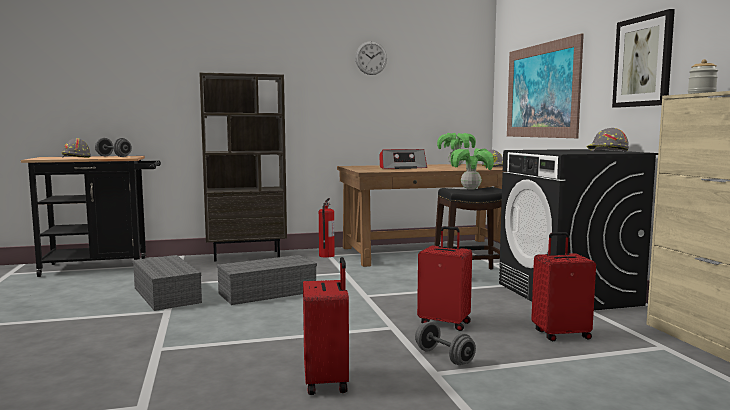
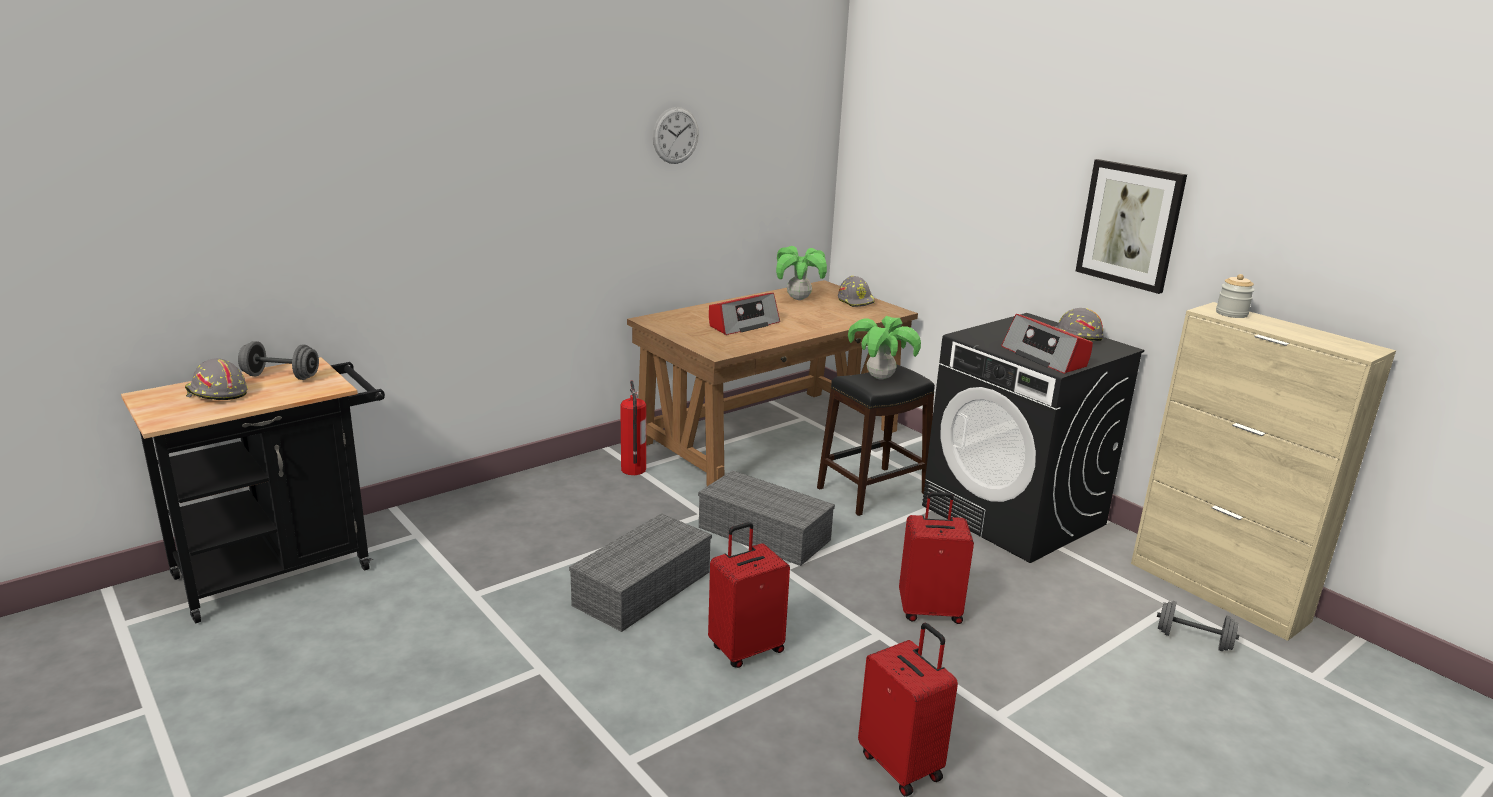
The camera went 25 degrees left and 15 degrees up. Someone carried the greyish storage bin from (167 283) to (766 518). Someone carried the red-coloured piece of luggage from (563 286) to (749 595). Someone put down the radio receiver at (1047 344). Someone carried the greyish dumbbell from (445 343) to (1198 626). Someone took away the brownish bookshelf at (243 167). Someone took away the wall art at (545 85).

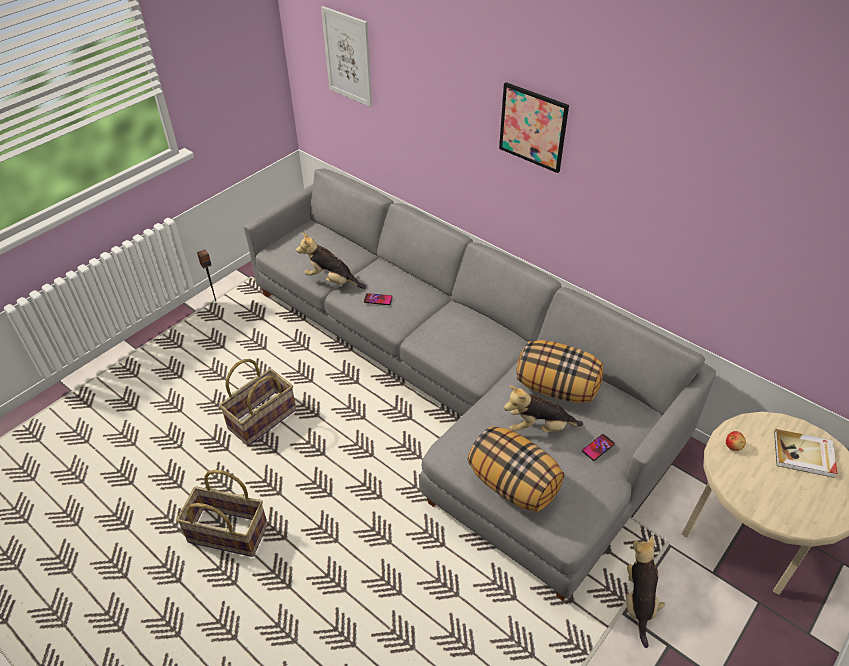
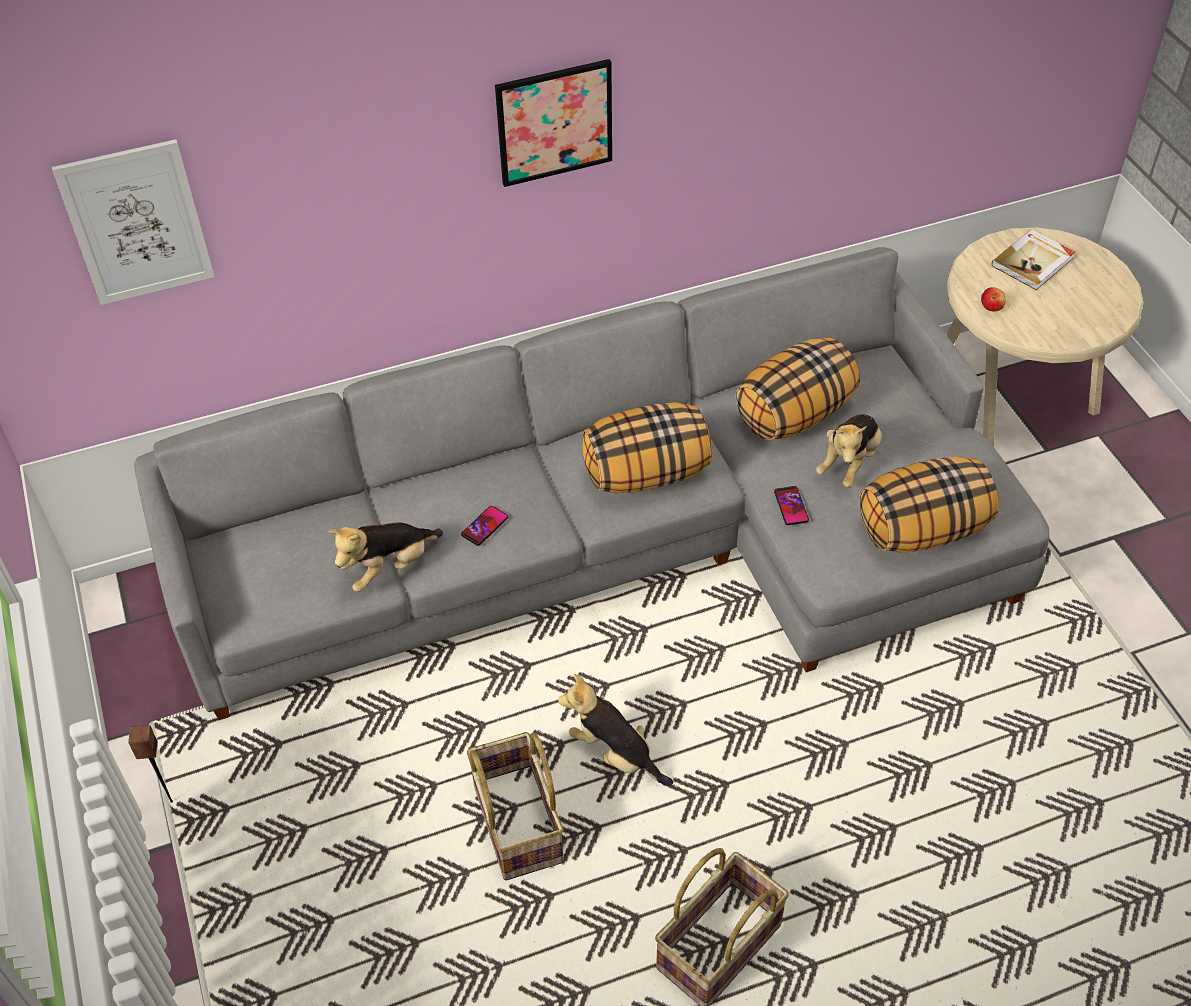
The camera went 60 degrees left and 5 degrees up. Someone carried the soft toy from (645 592) to (616 730). Someone put down the pillow at (647 447). Someone carried the phone from (598 447) to (791 505).

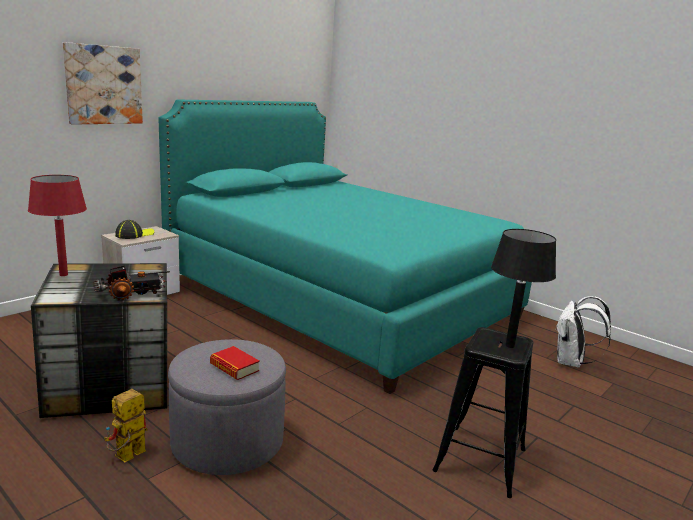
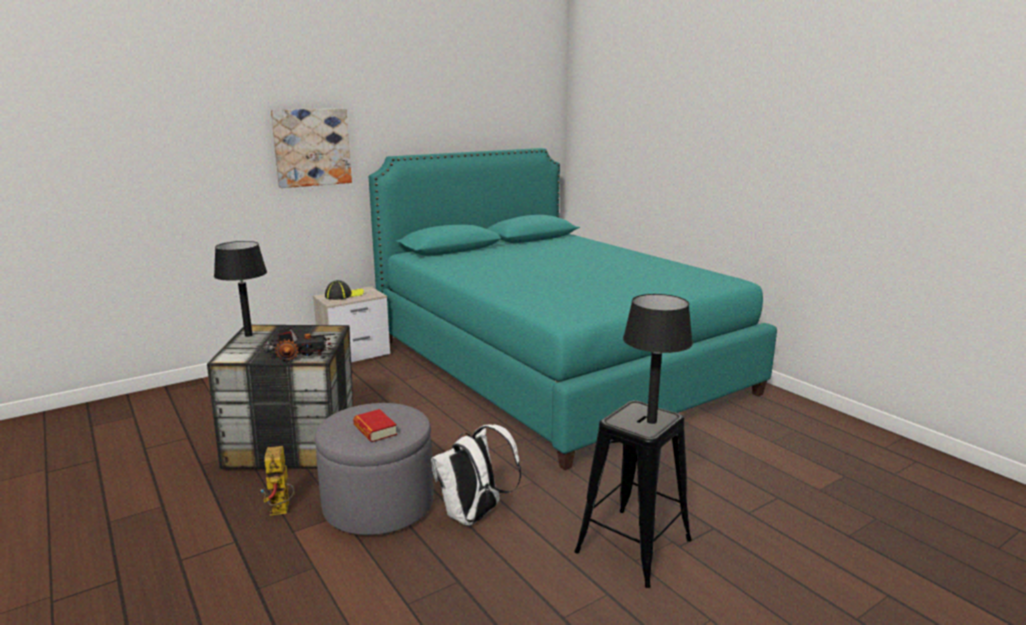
The camera went 15 degrees right and 0 degrees up. Someone repainted the red-coloured table lamp at (57 225), which became the black table lamp at (240 289). Someone rotated the toy robot at (125 425) by 60 degrees counterclockwise. Someone carried the white-coloured rucksack from (583 332) to (476 475).

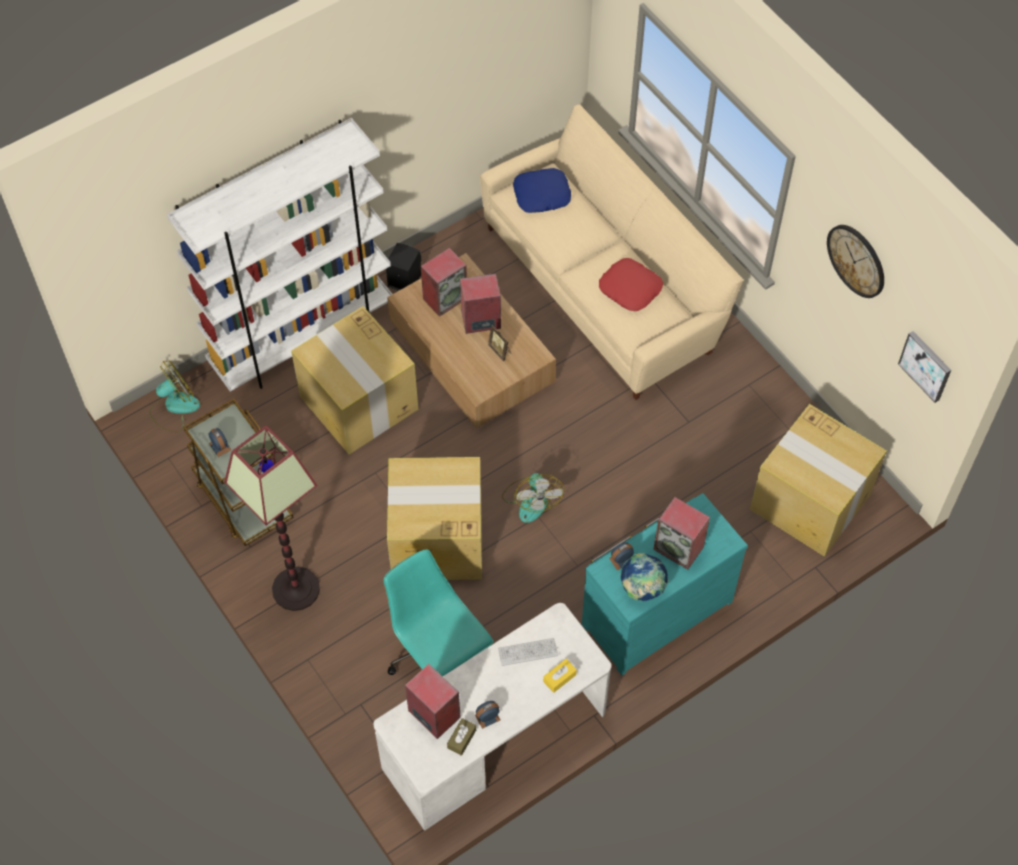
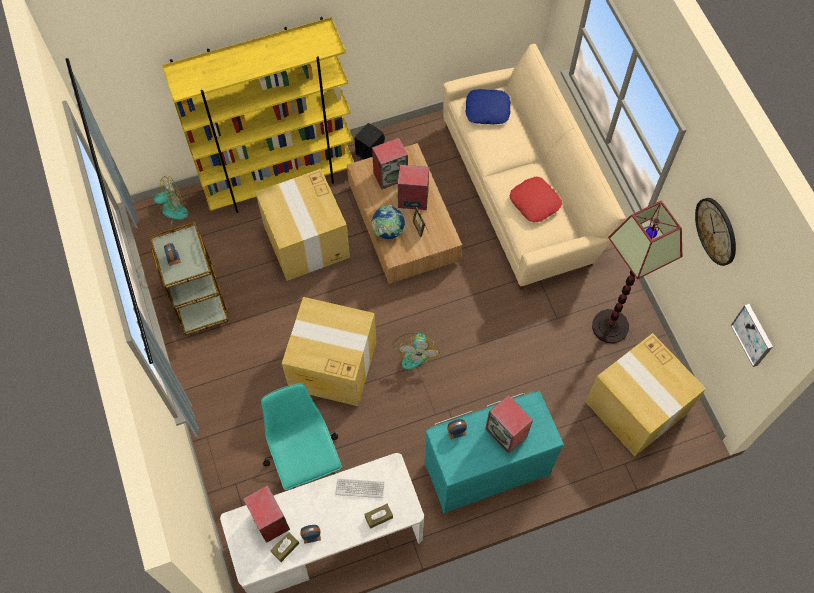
The camera went 15 degrees right and 5 degrees up. Someone repainted the white-coloured bookshelf at (279 255), which became the yellowish bookshelf at (258 115). Someone repainted the yellowish tissue box at (560 676), which became the brownish tissue box at (378 516). Someone carried the desk globe from (644 577) to (388 222). Someone carried the floor lamp from (272 518) to (637 272).

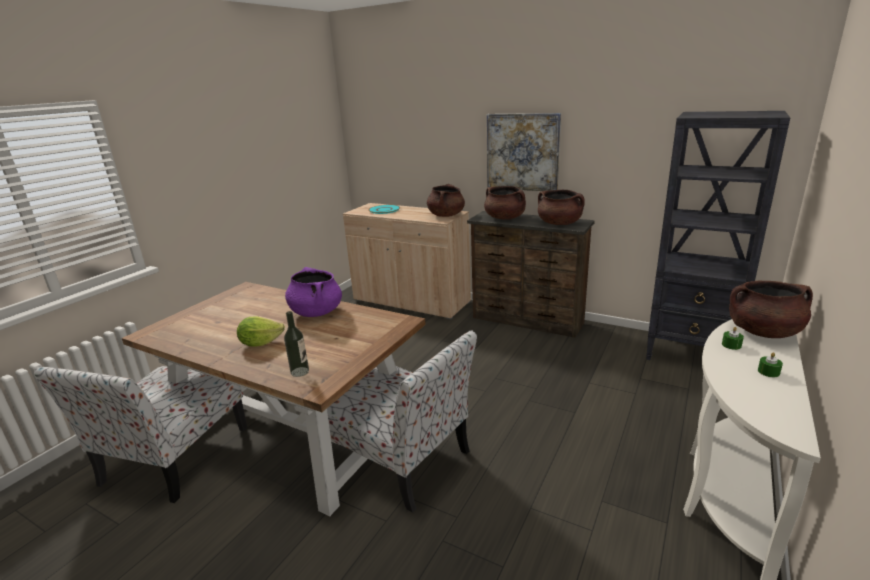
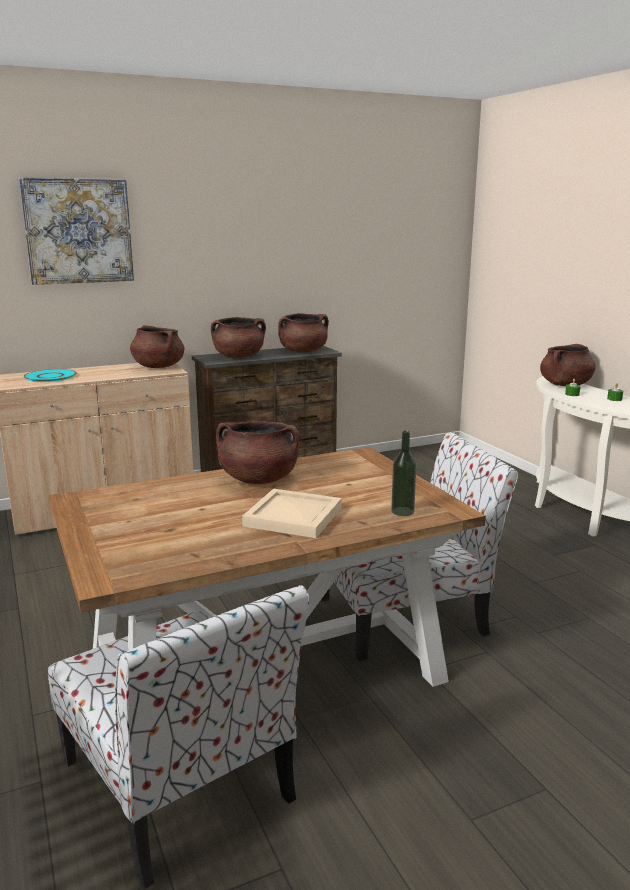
The camera went 55 degrees left and 5 degrees down. Someone carried the wall art from (524 152) to (76 231). Someone repainted the purple stockpot at (313 292), which became the brownish stockpot at (257 452). Someone swapped the lettuce at (261 332) for the beige serving tray at (292 513). Someone took away the black bookshelf at (718 235).

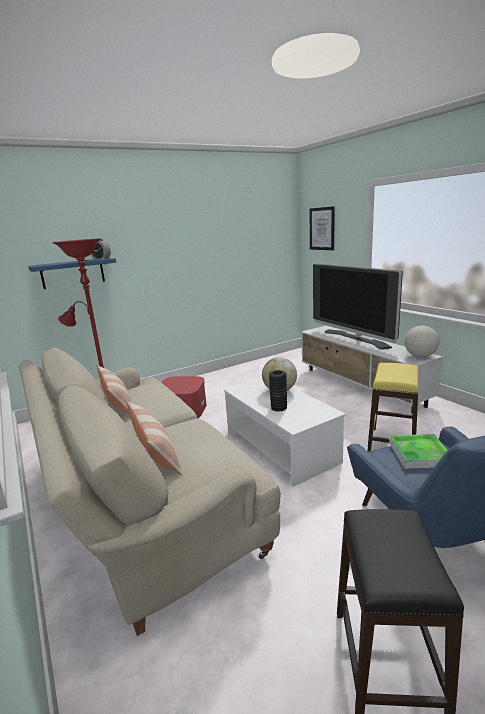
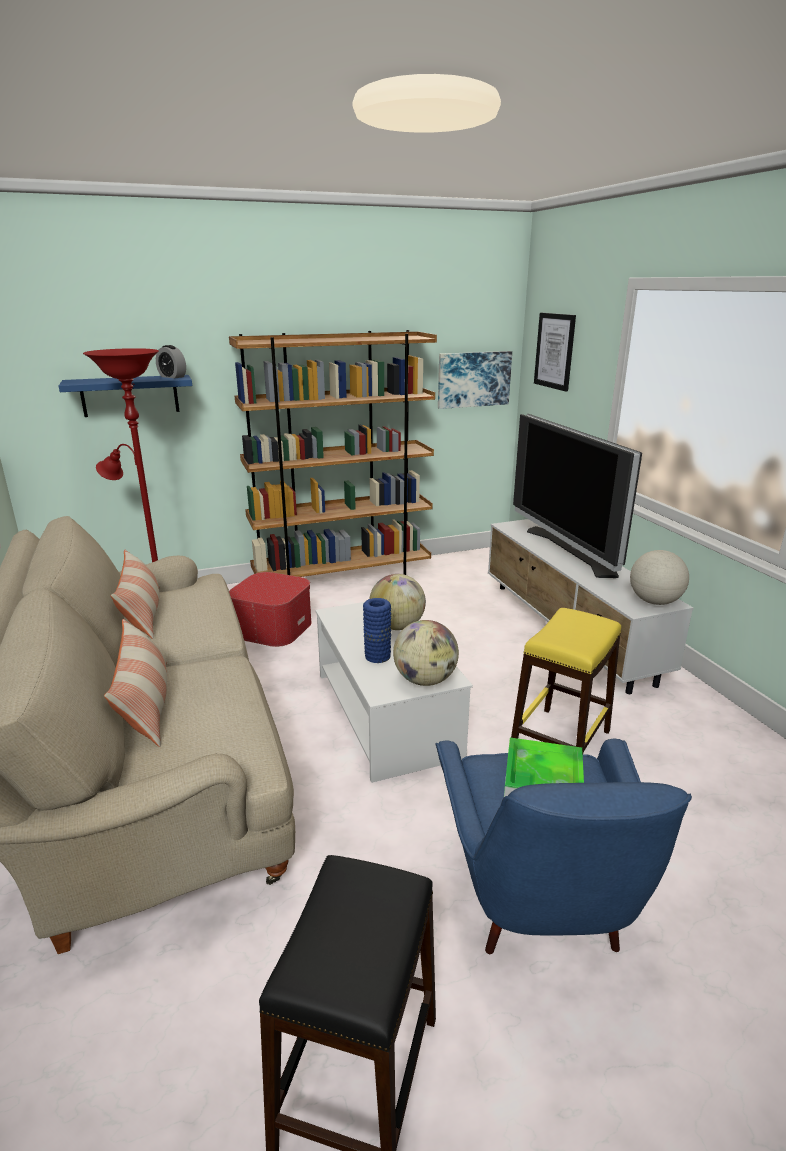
The camera went 10 degrees right and 5 degrees up. Someone put down the brownish bookshelf at (333 453). Someone repainted the black flower vase at (278 390), which became the blue-coloured flower vase at (377 630). Someone put down the desk globe at (426 653). Someone put up the wall art at (475 380).

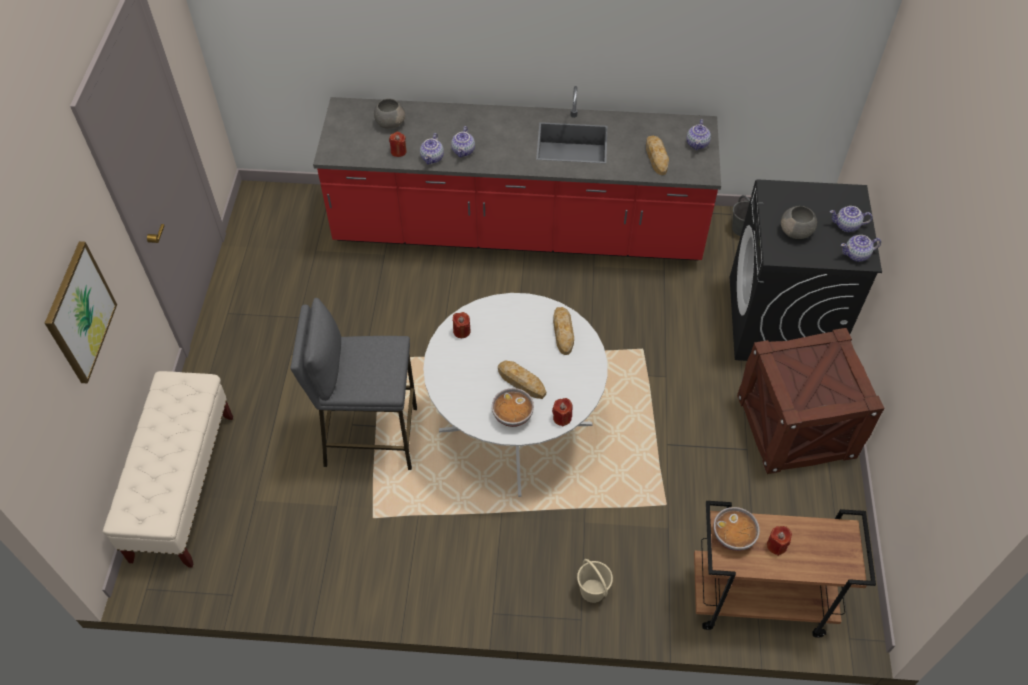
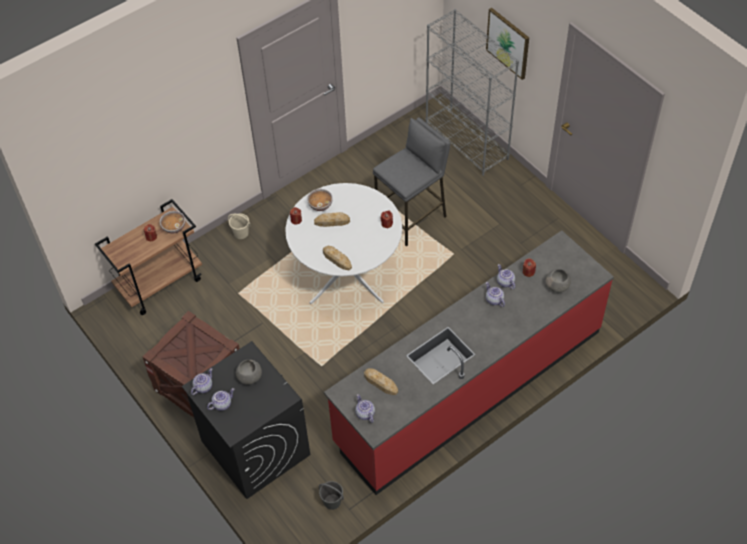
The camera went 140 degrees right and 0 degrees up. Someone swapped the beige long seat at (168 469) for the greyish bookshelf at (472 92).

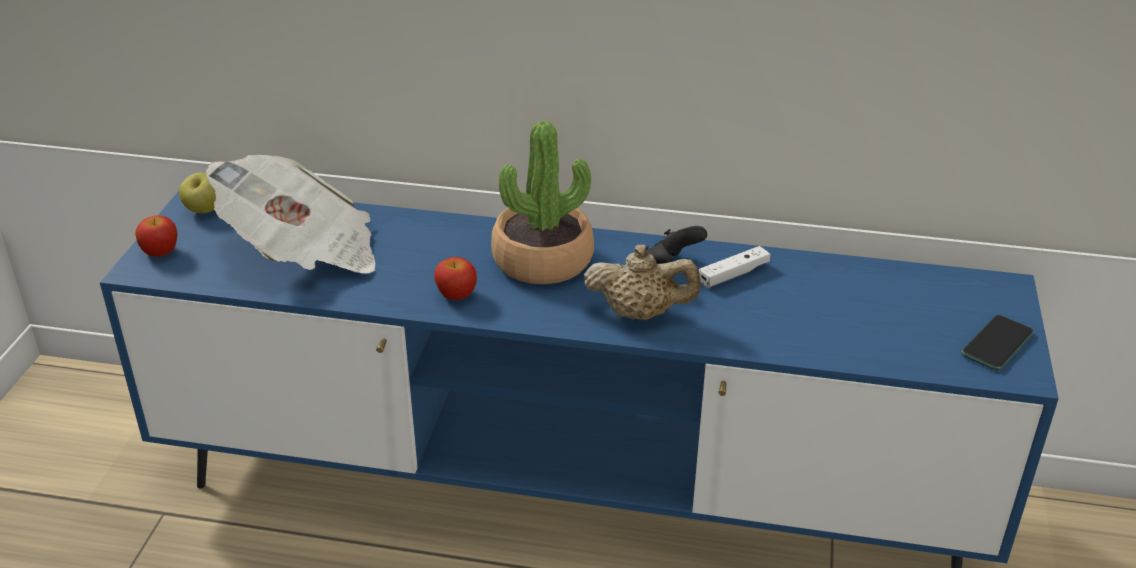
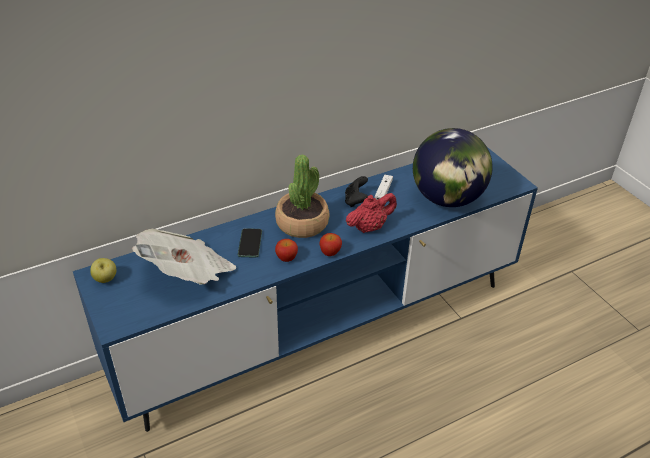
The camera went 40 degrees left and 5 degrees up. Someone carried the phone from (997 343) to (250 243). Someone carried the whole apple from (156 236) to (331 244). Someone repainted the beige teapot at (642 282), which became the red-coloured teapot at (371 213). Someone put down the desk globe at (453 167).

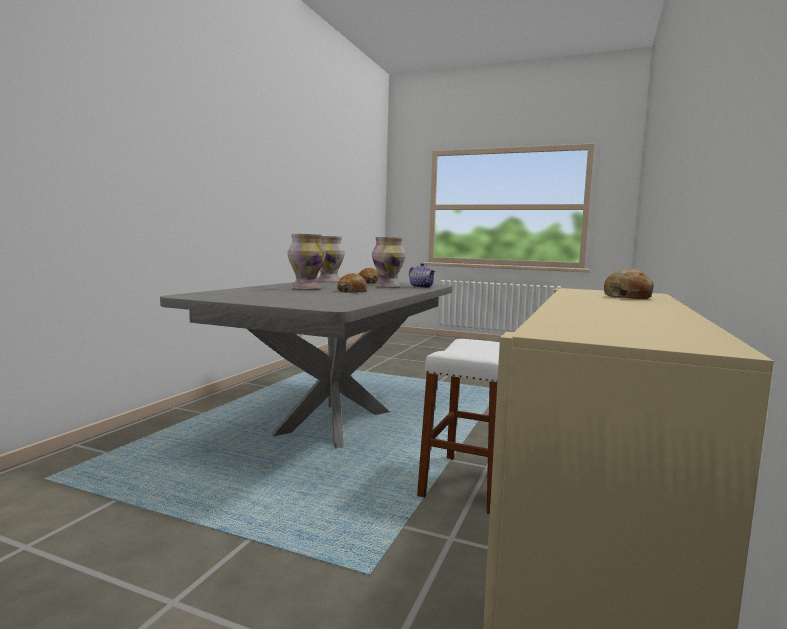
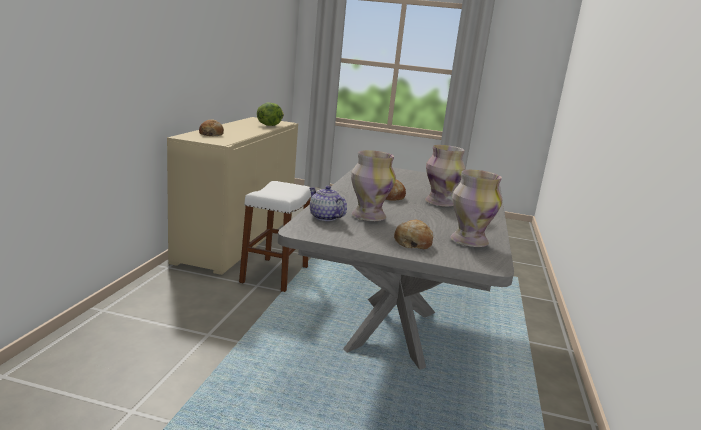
The camera went 170 degrees right and 10 degrees up. Someone put down the lettuce at (270 114).

